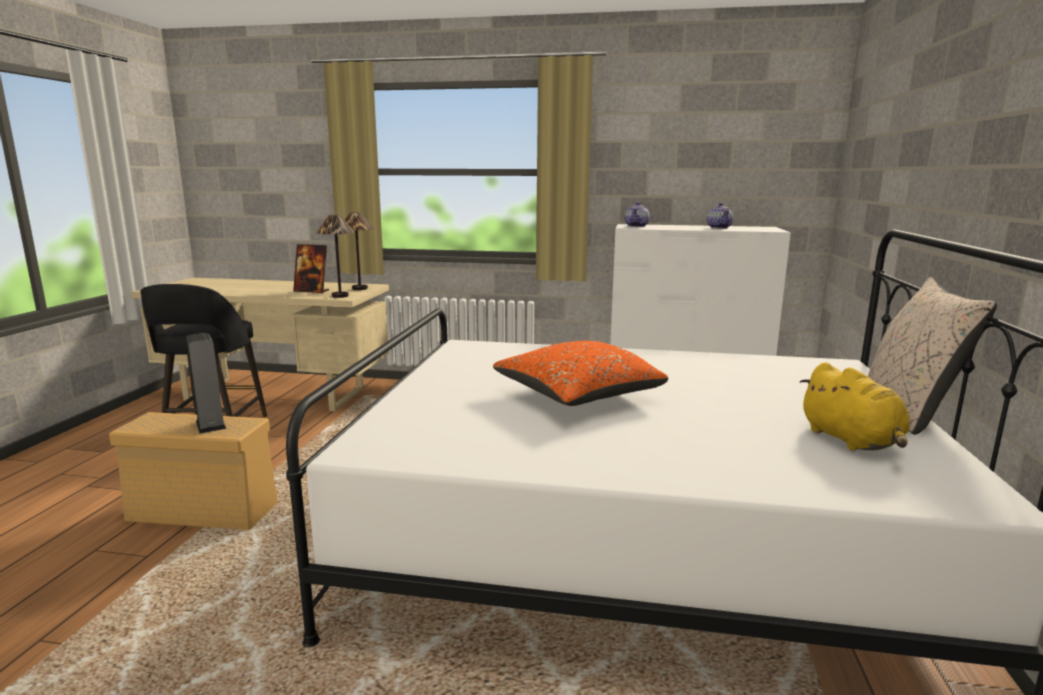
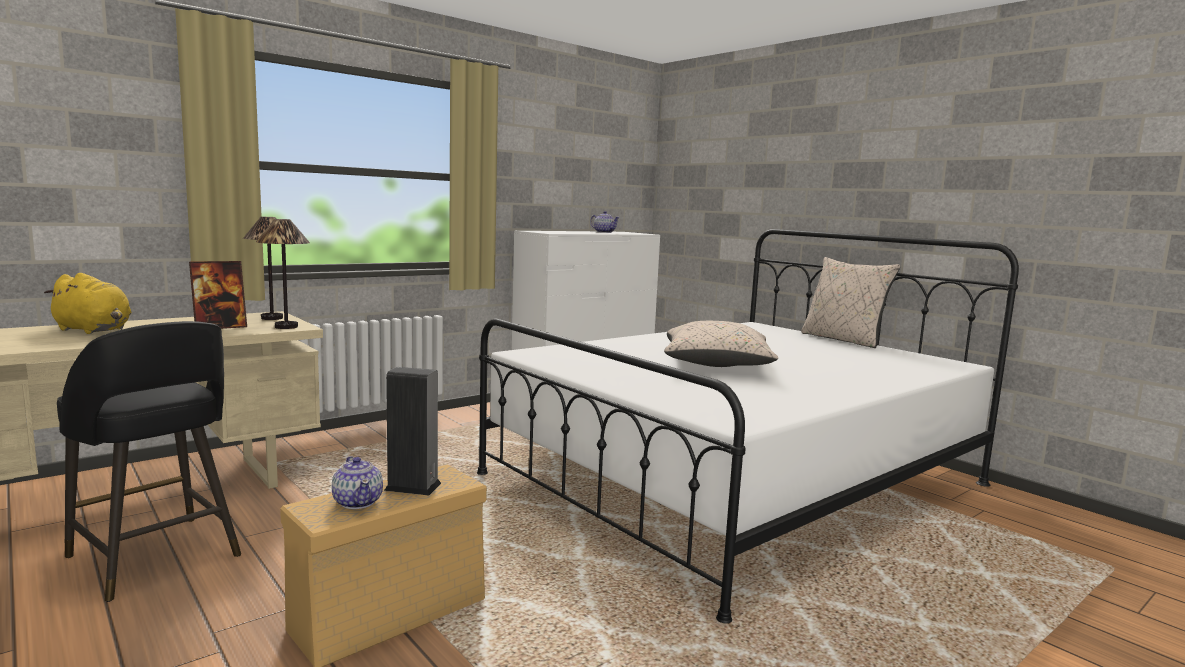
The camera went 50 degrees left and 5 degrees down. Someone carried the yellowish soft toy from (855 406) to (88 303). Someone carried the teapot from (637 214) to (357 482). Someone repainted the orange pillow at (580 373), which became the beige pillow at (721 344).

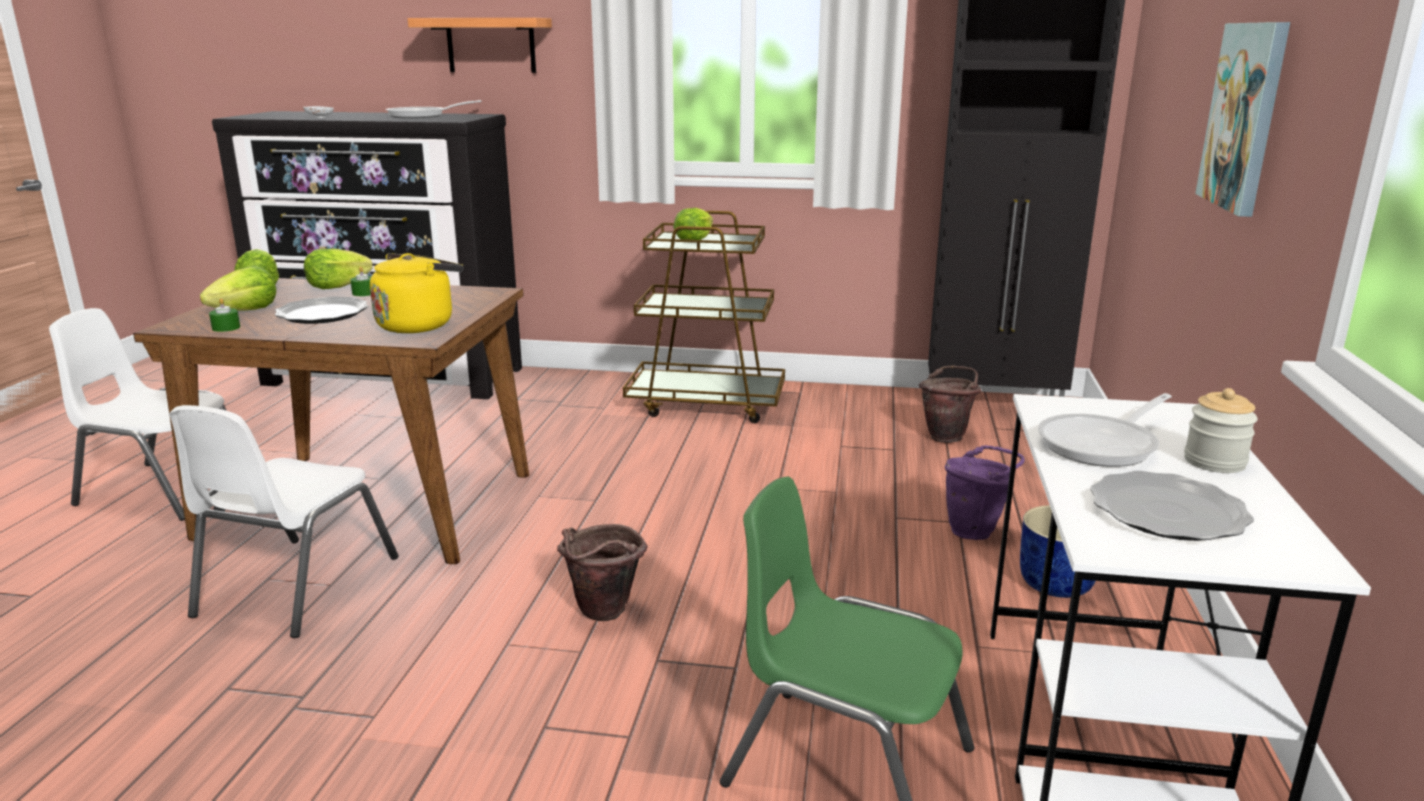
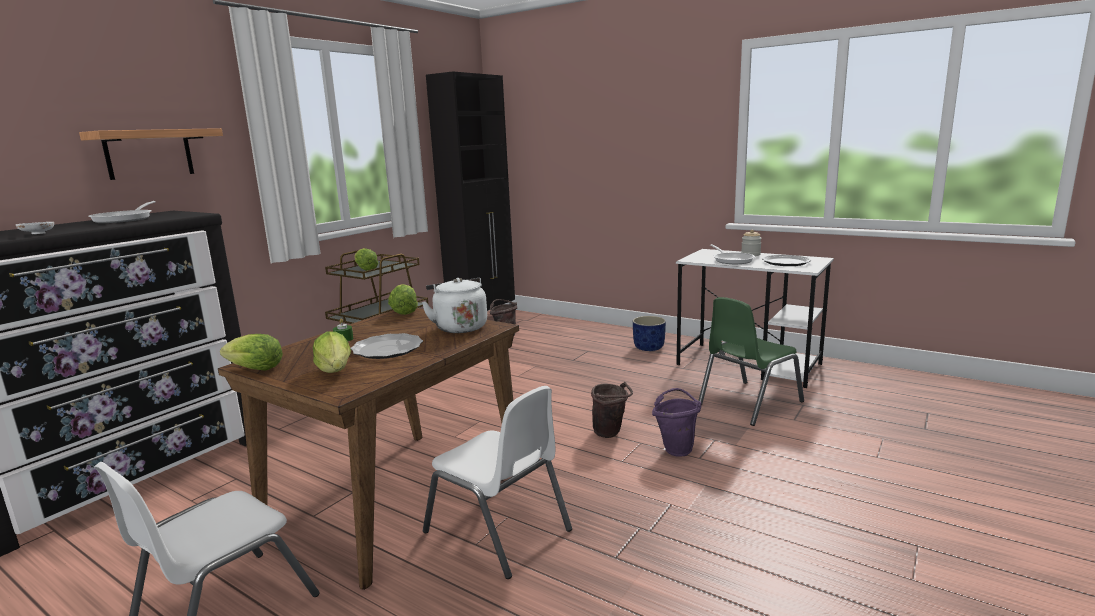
The camera went 65 degrees left and 5 degrees down. Someone carried the lettuce from (338 268) to (403 299). Someone repainted the yellowish kettle at (417 293), which became the white-coloured kettle at (454 305). Someone carried the purple pail from (985 492) to (677 422). Someone took away the greenish wax light at (224 315). Someone took away the wall art at (1242 119).

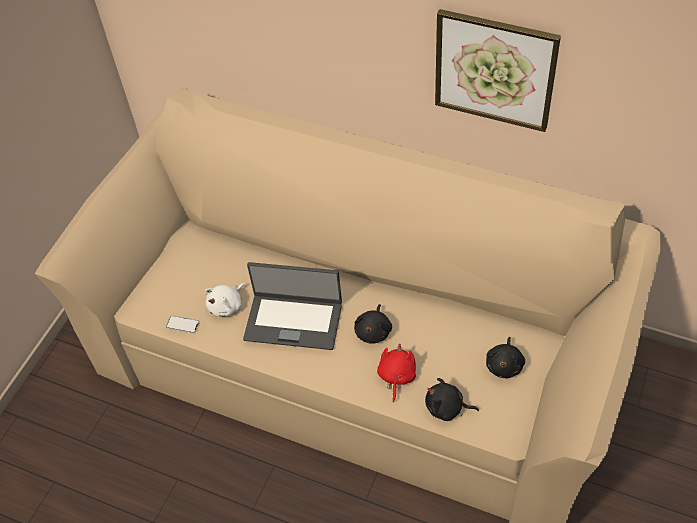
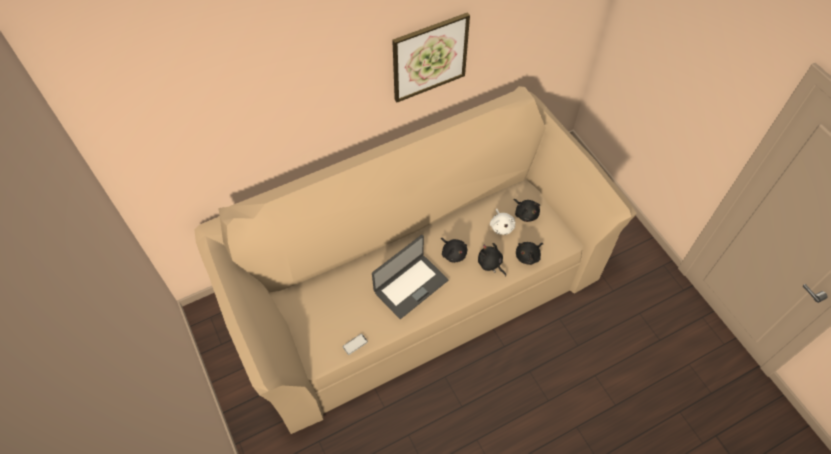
The camera went 55 degrees left and 5 degrees up. Someone repainted the red-coloured soft toy at (396 373), which became the black soft toy at (492 259). Someone carried the white-coloured soft toy from (225 299) to (502 222).

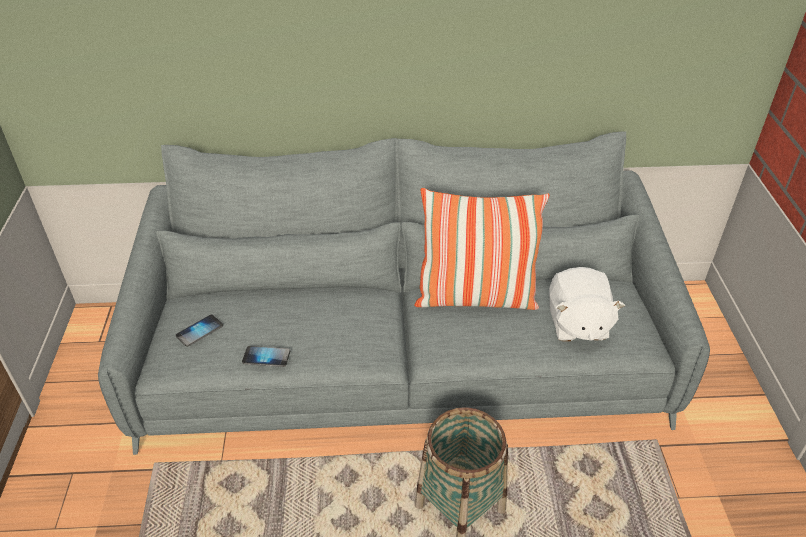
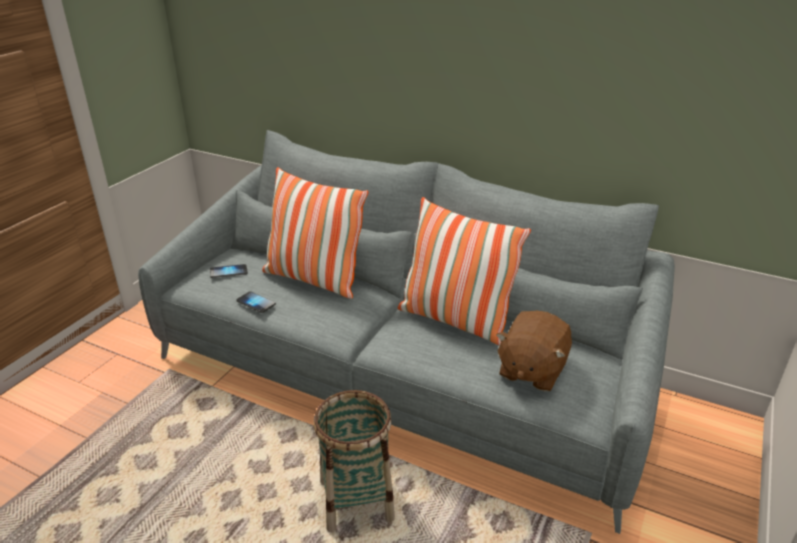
The camera went 30 degrees right and 10 degrees down. Someone put down the pillow at (315 233). Someone repainted the white-coloured soft toy at (587 304), which became the brownish soft toy at (534 351).

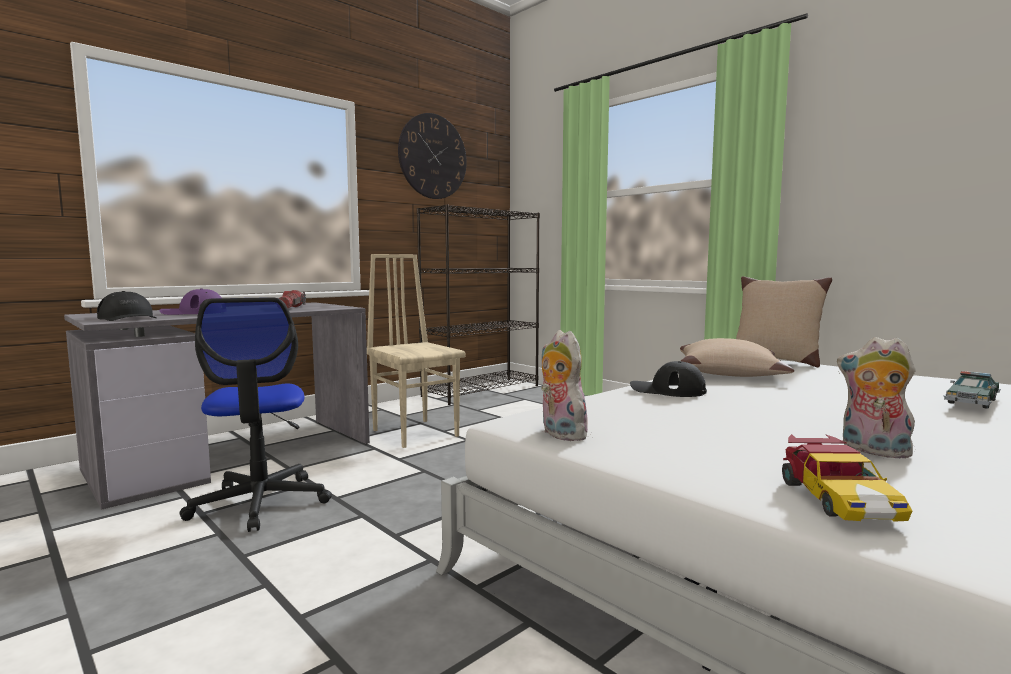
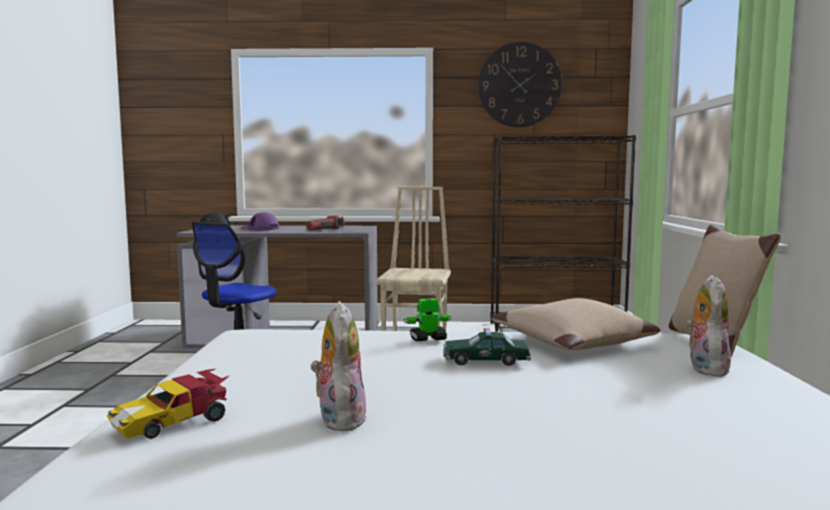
The camera went 45 degrees right and 0 degrees up. Someone swapped the black baseball cap at (668 379) for the toy robot at (427 319). Someone carried the model car from (972 390) to (487 347). Someone carried the soft toy from (564 385) to (708 326).

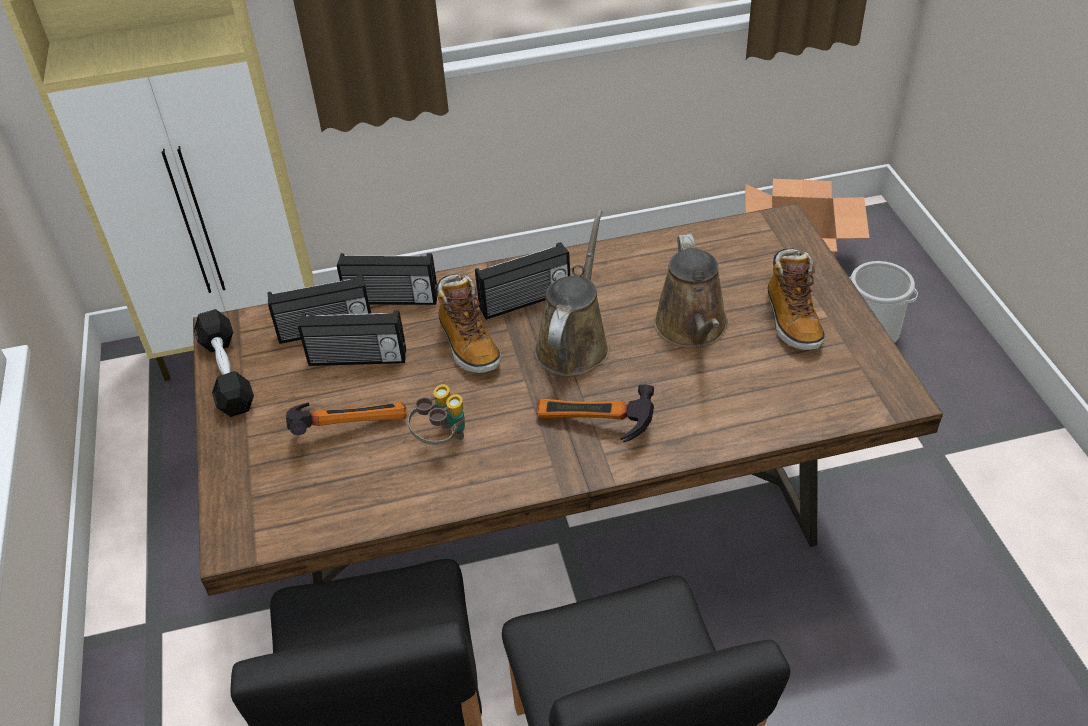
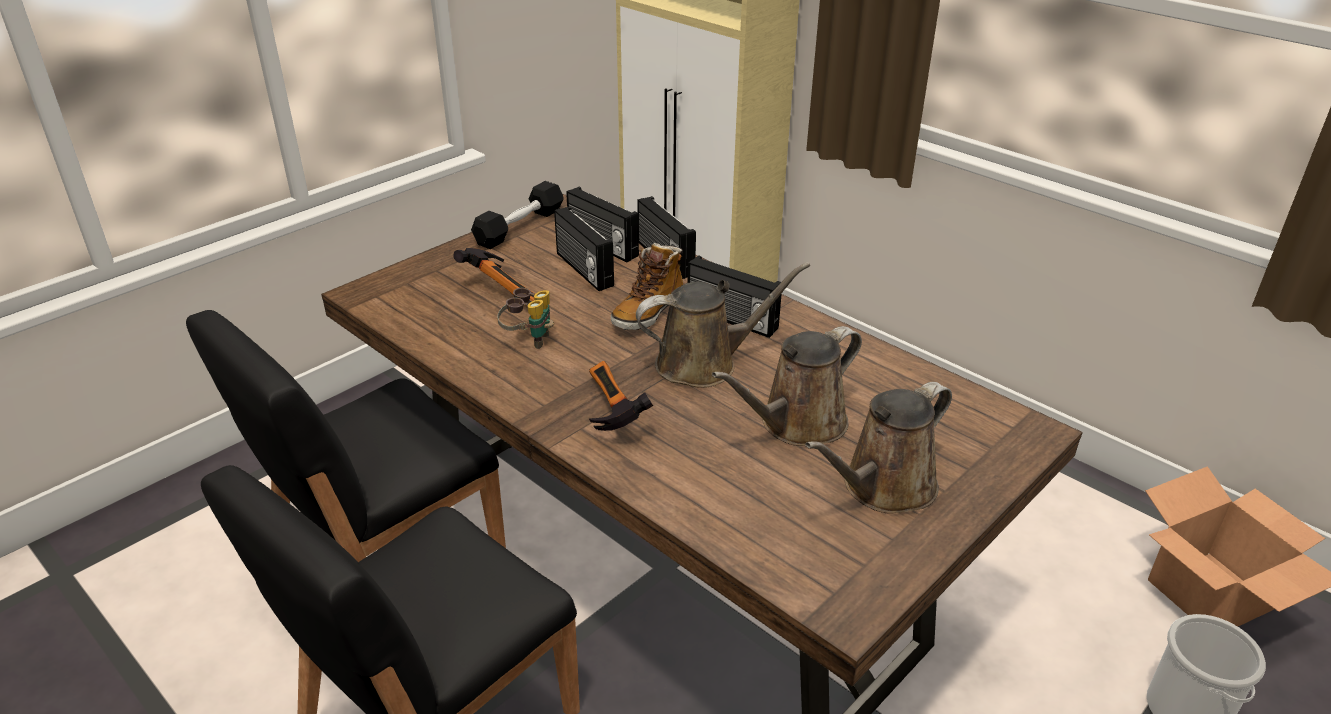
The camera went 55 degrees right and 10 degrees down. Someone swapped the boot at (796 299) for the brownish watering pot at (878 448).

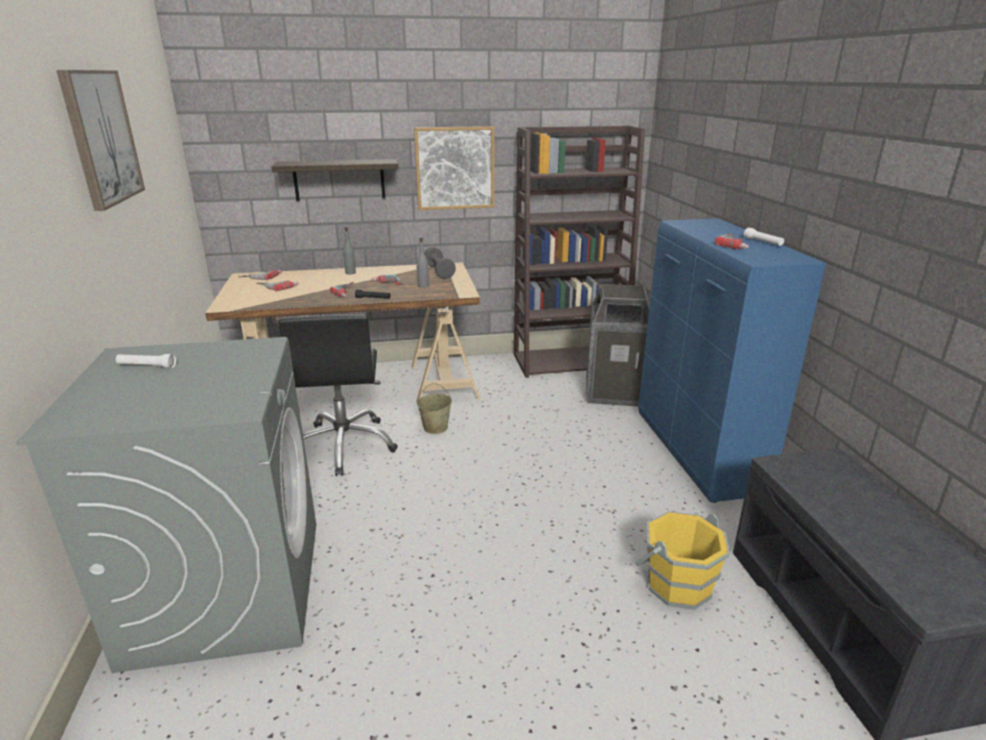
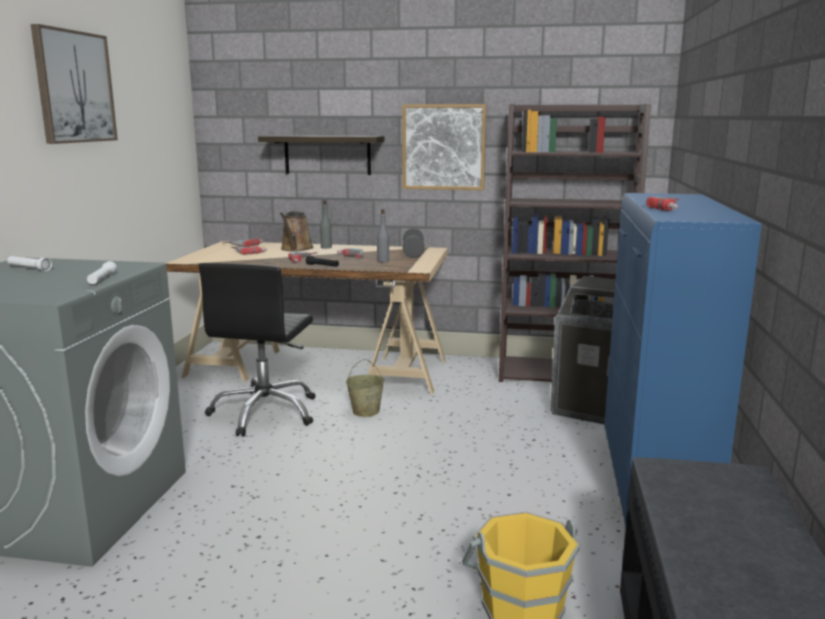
The camera went 20 degrees right and 10 degrees down. Someone carried the white-coloured flashlight from (764 237) to (102 272). Someone put down the brownish watering pot at (297 231).

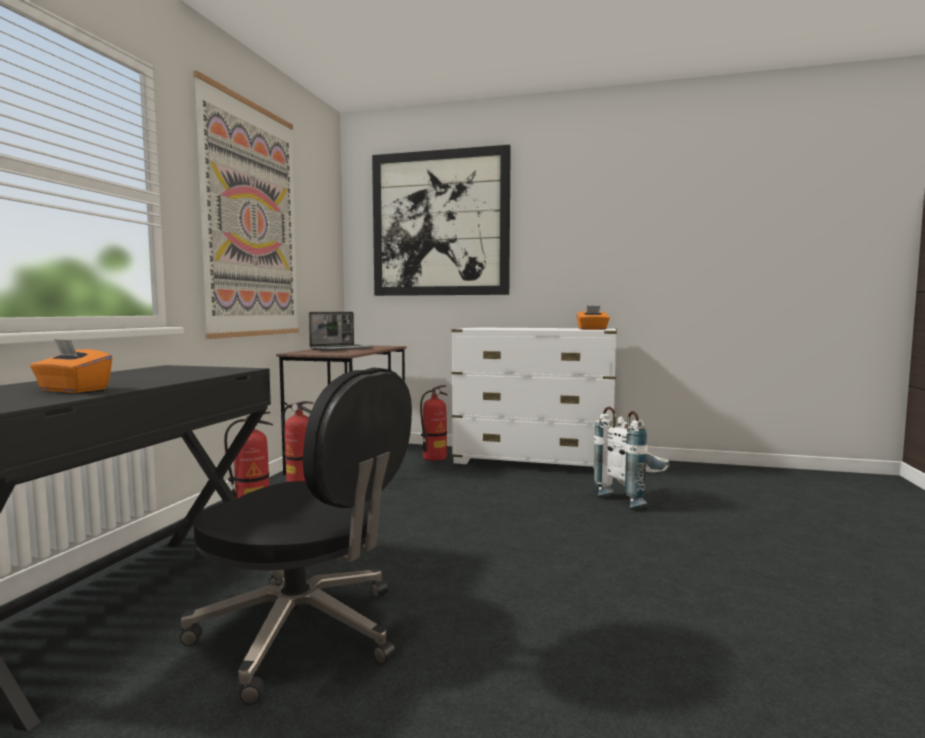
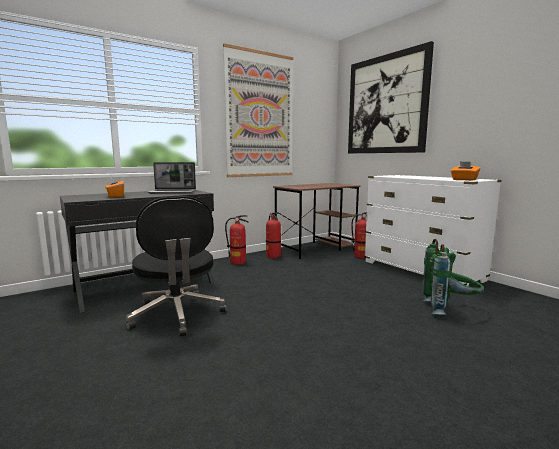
The camera went 40 degrees right and 5 degrees up. Someone carried the laptop from (341 331) to (171 178). Someone repainted the white-coloured rucksack at (631 457), which became the greenish rucksack at (453 277).

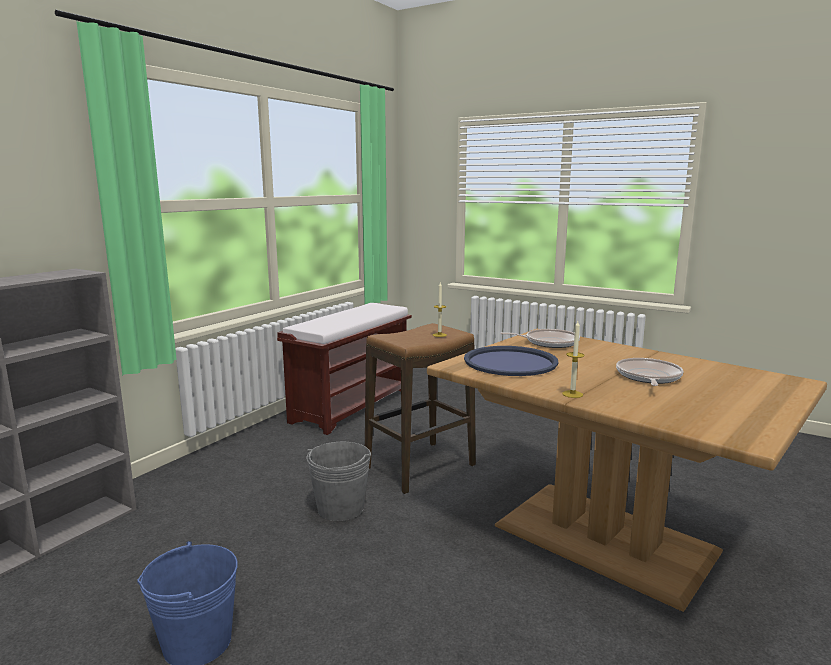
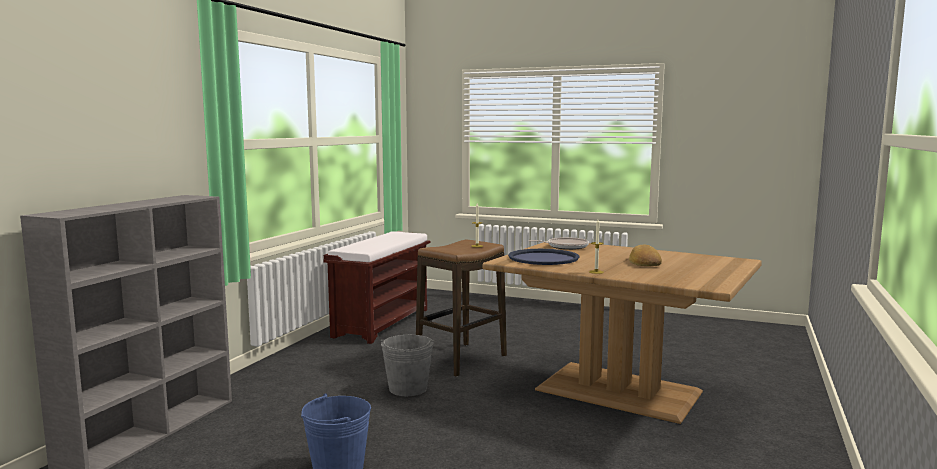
The camera went 10 degrees left and 5 degrees down. Someone swapped the pan at (649 372) for the bakery bread at (645 255).

